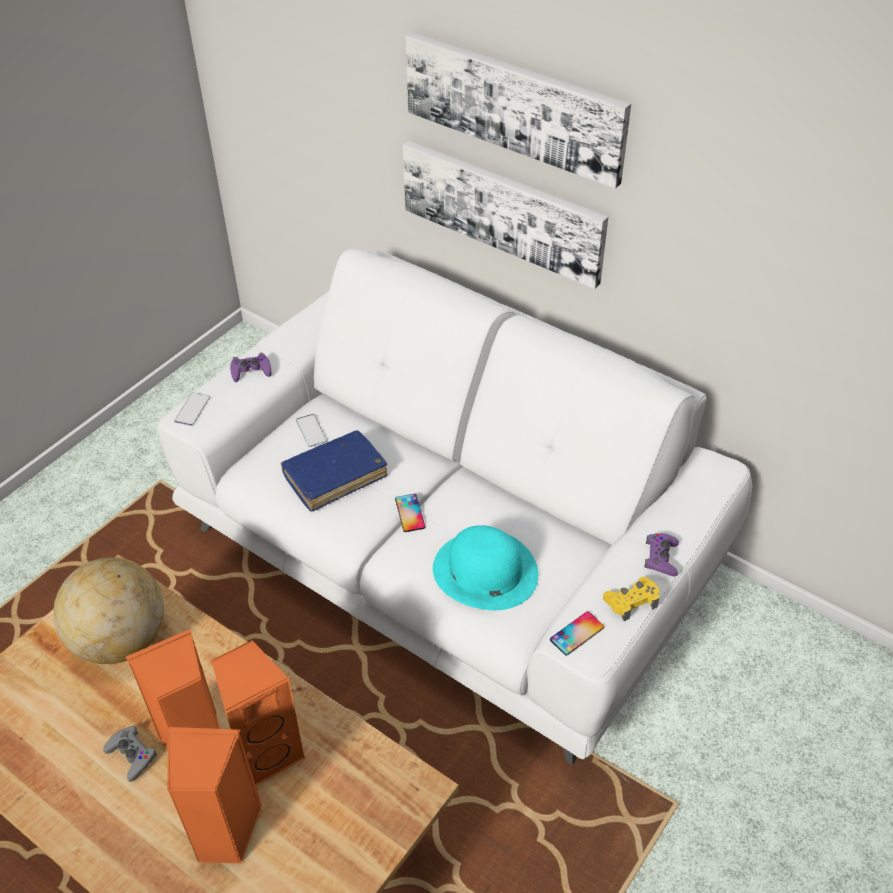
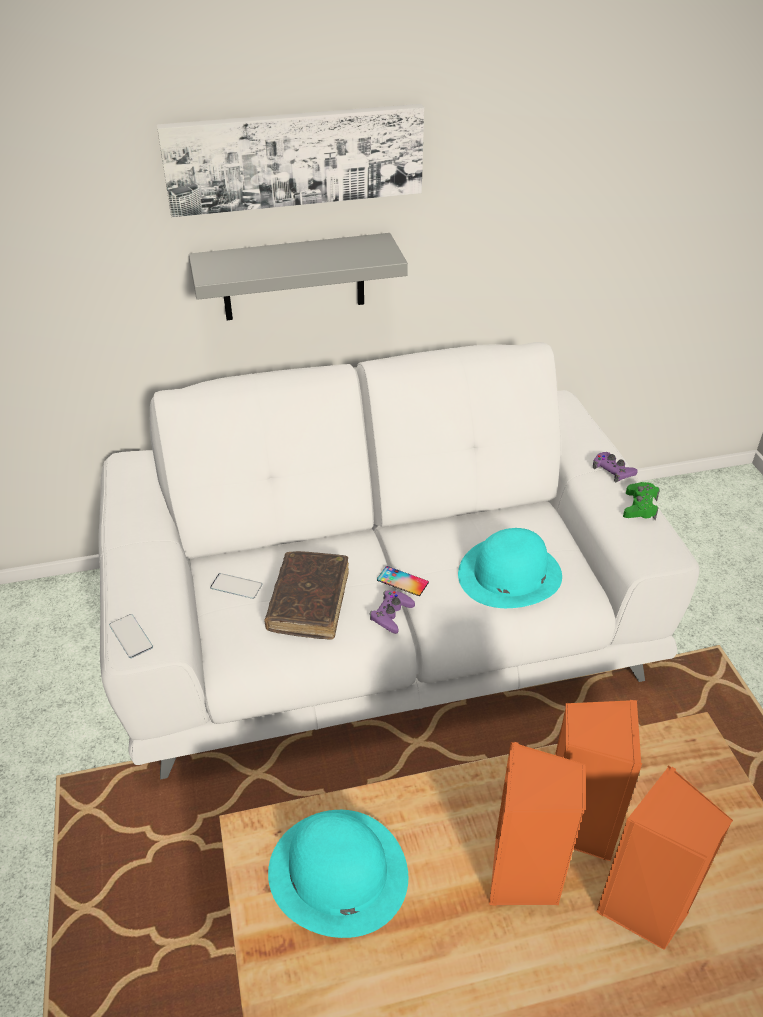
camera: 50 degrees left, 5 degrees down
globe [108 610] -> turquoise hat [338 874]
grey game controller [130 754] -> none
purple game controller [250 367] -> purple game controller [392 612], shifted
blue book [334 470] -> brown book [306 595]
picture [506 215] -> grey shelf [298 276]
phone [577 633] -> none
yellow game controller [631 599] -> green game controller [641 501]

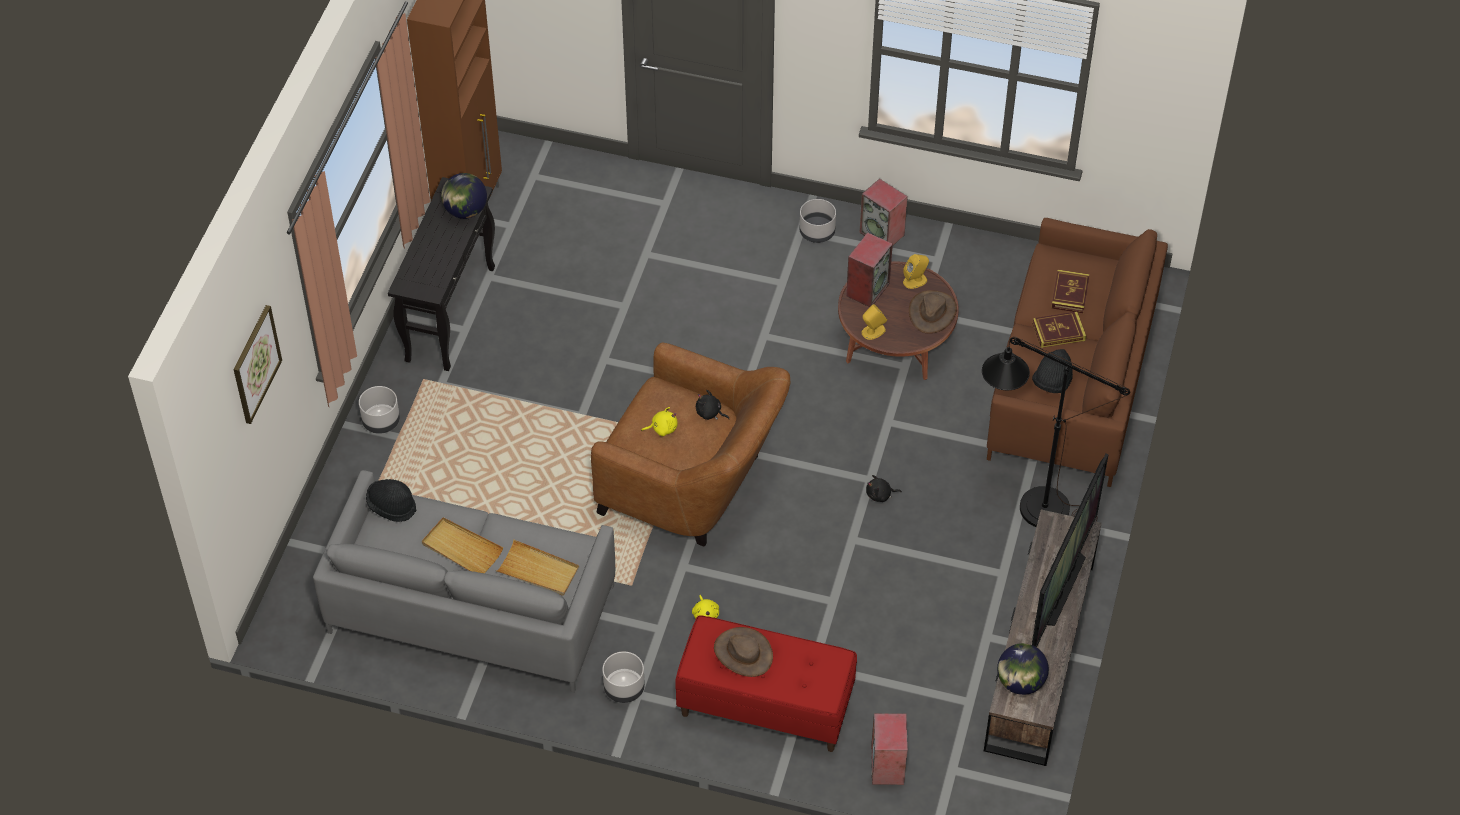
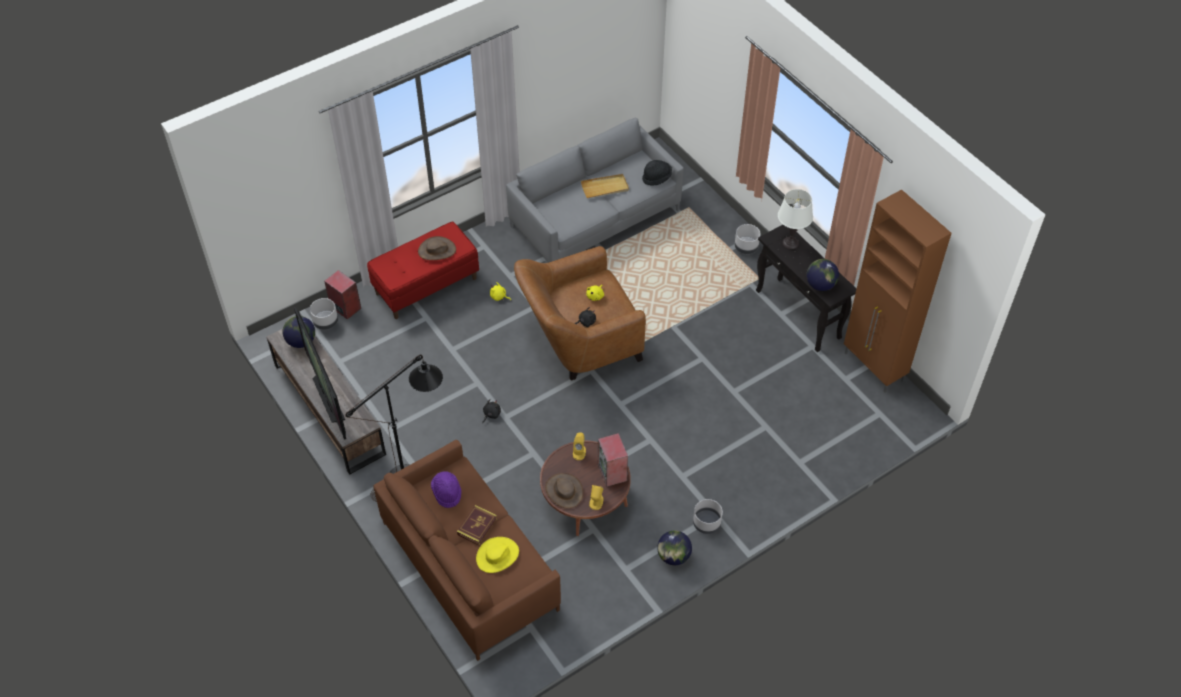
camera: 130 degrees right, 0 degrees up
picture [257 364] -> none
beige tray [537 567] -> none
grey planter [623 677] -> grey planter [324 314], shifted
speaker [883 212] -> globe [674 547]
black hat [1052 371] -> purple hat [446 489]
book [1070 291] -> yellow hat [497 555]
none -> white table lamp [795 219]

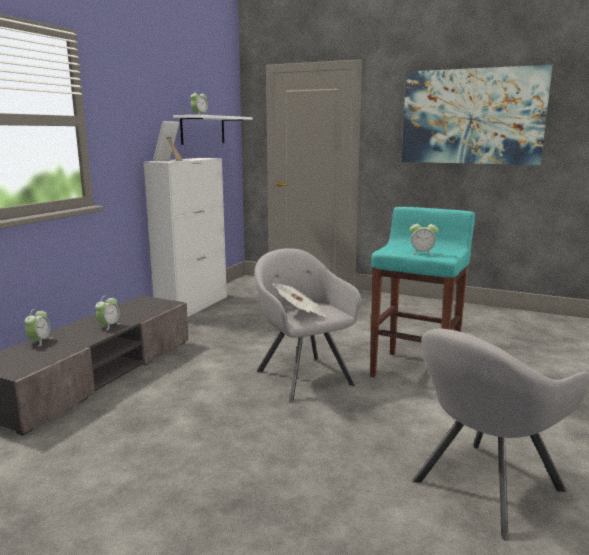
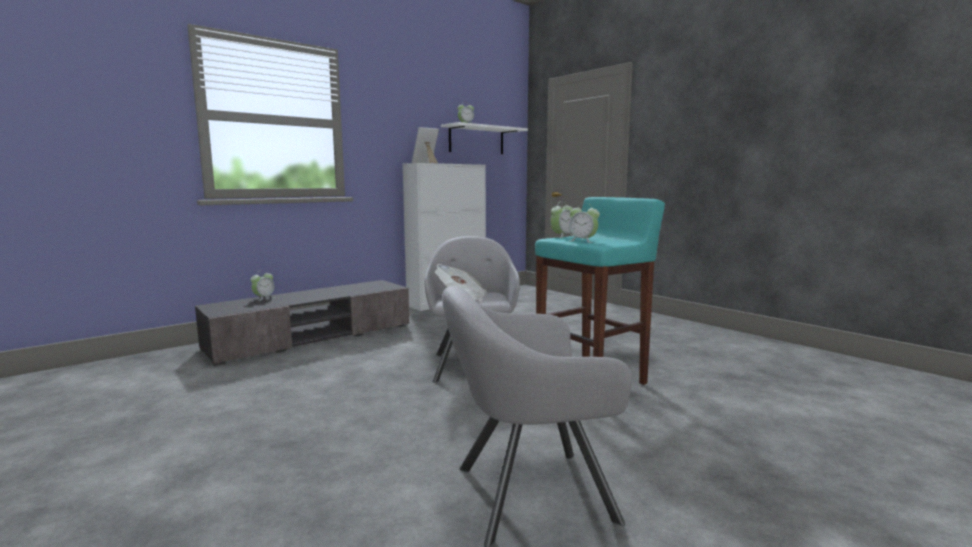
camera: 25 degrees right, 5 degrees down
alarm clock [108 312] -> alarm clock [561 219], shifted
picture [477 115] -> none

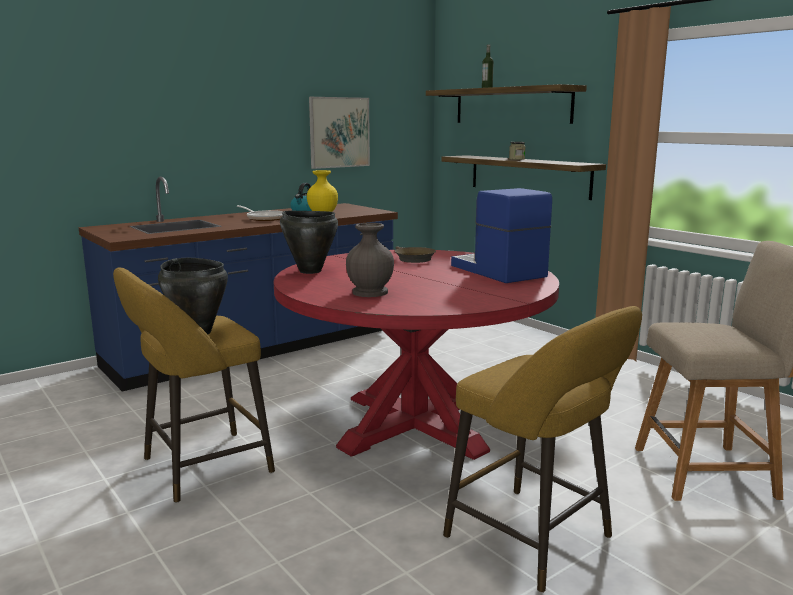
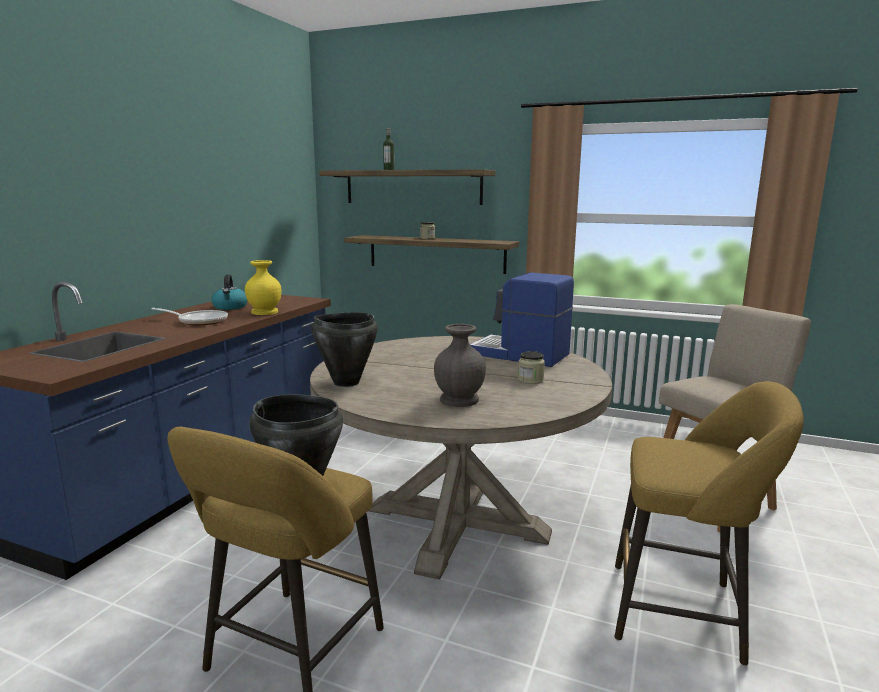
camera: 30 degrees left, 0 degrees up
red dining table [416 355] -> beige dining table [461 457]
picture [339 133] -> none
brown frying pan [415 254] -> none
none -> jar [531 367]

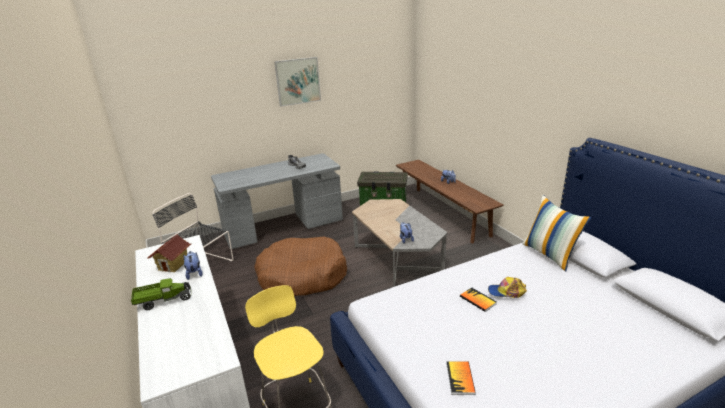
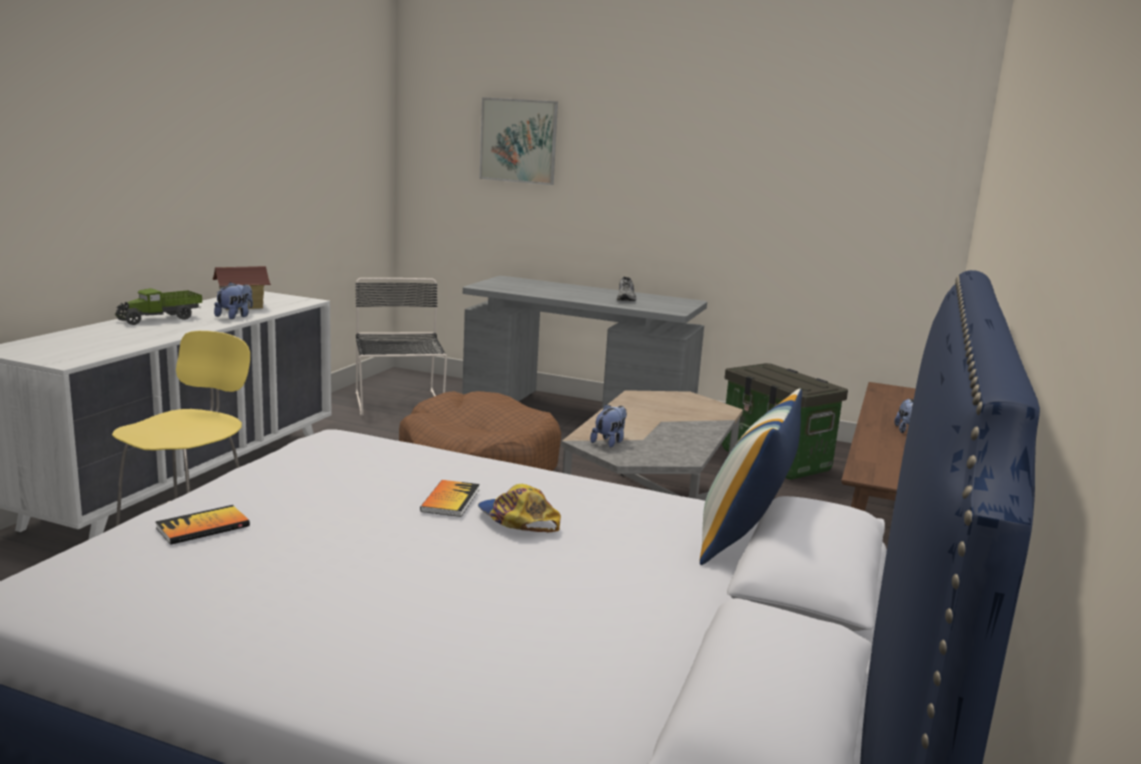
camera: 45 degrees right, 10 degrees down
toy truck [161 294] -> toy truck [158 306], 105 degrees clockwise
picture [297 82] -> picture [518 141], shifted

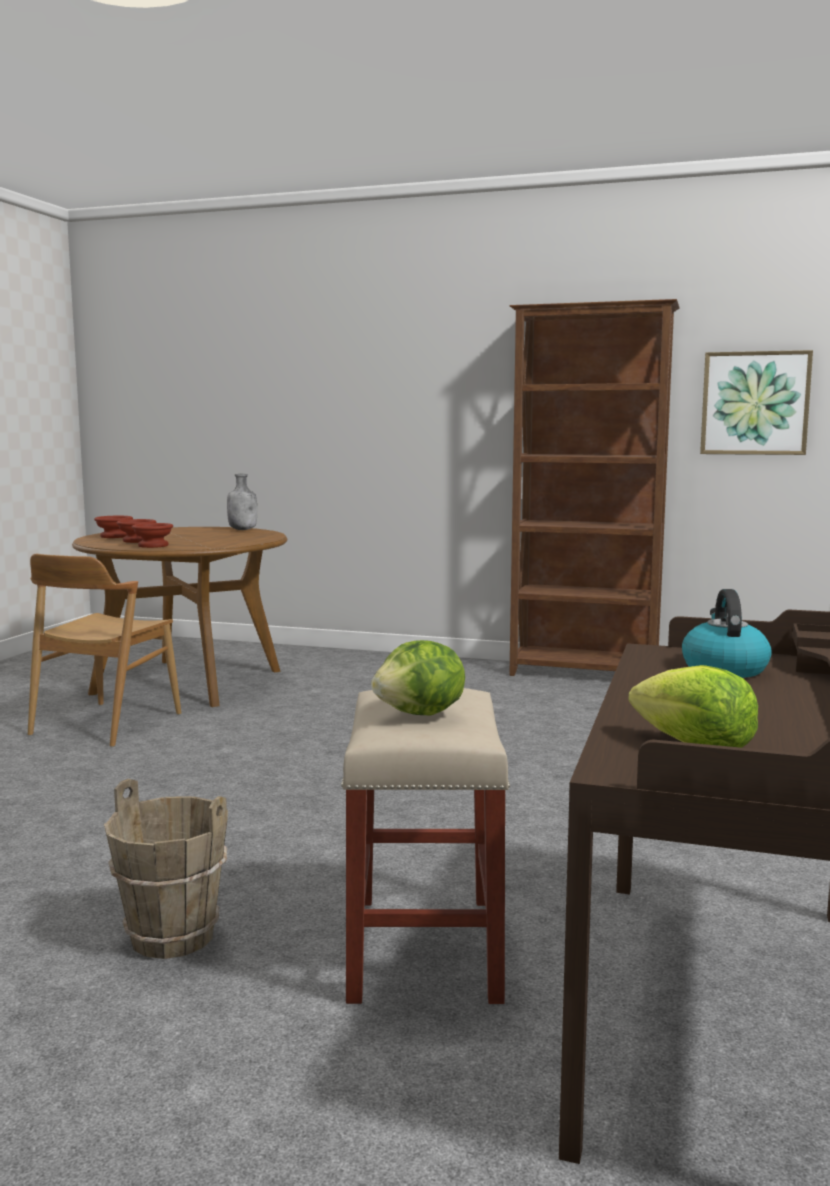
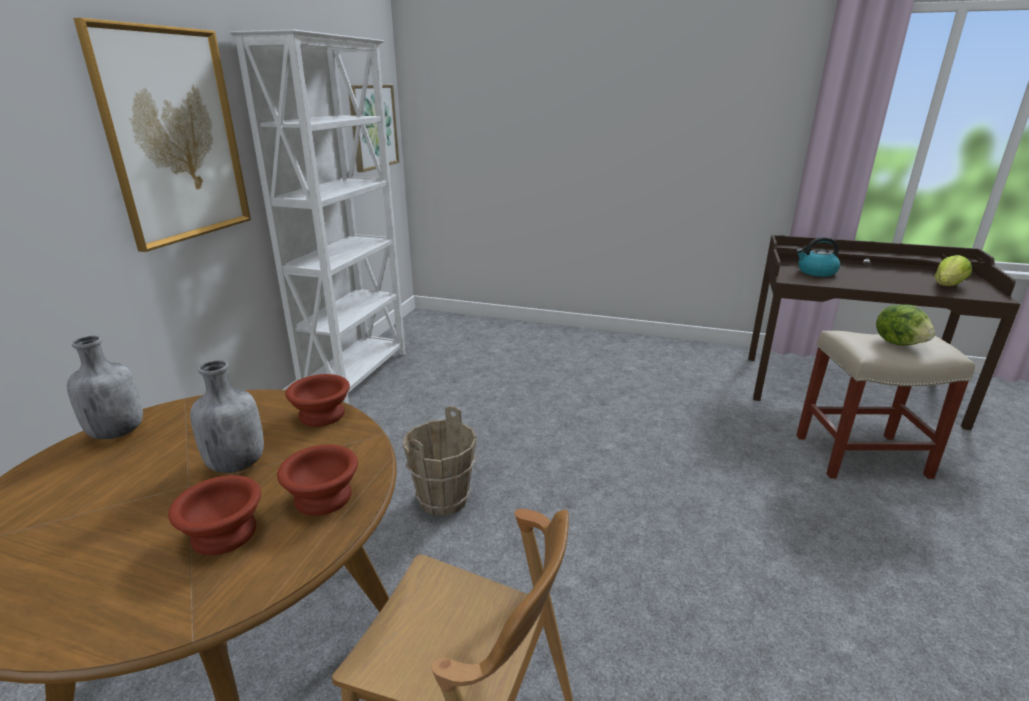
camera: 90 degrees left, 15 degrees up
brown bowl [113 527] -> brown bowl [317 400], shifted
brown bucket [166 869] -> brown bucket [440 461], shifted
brown bookcase [594 487] -> white bookcase [318 216]
none -> picture [162 135]
none -> grey bottle [227 416]

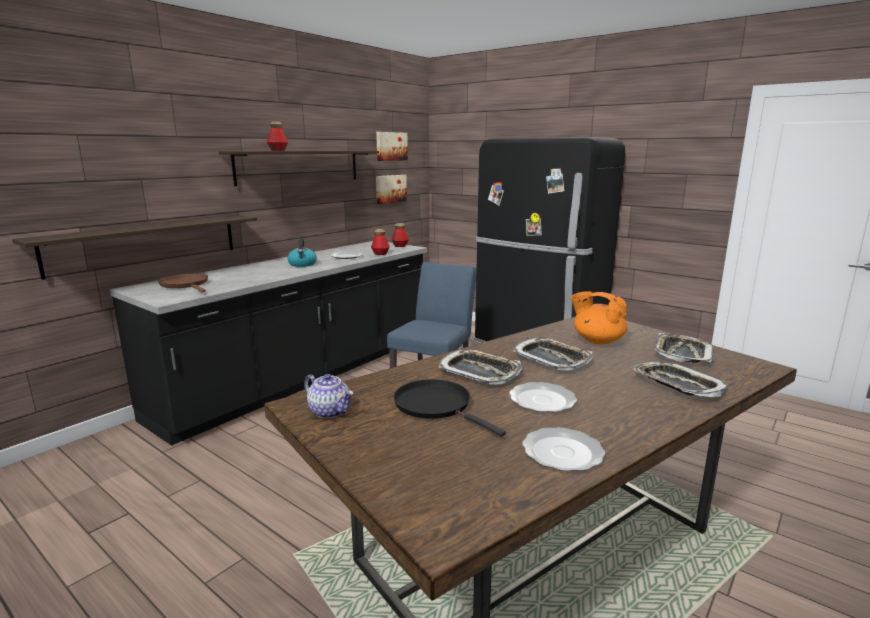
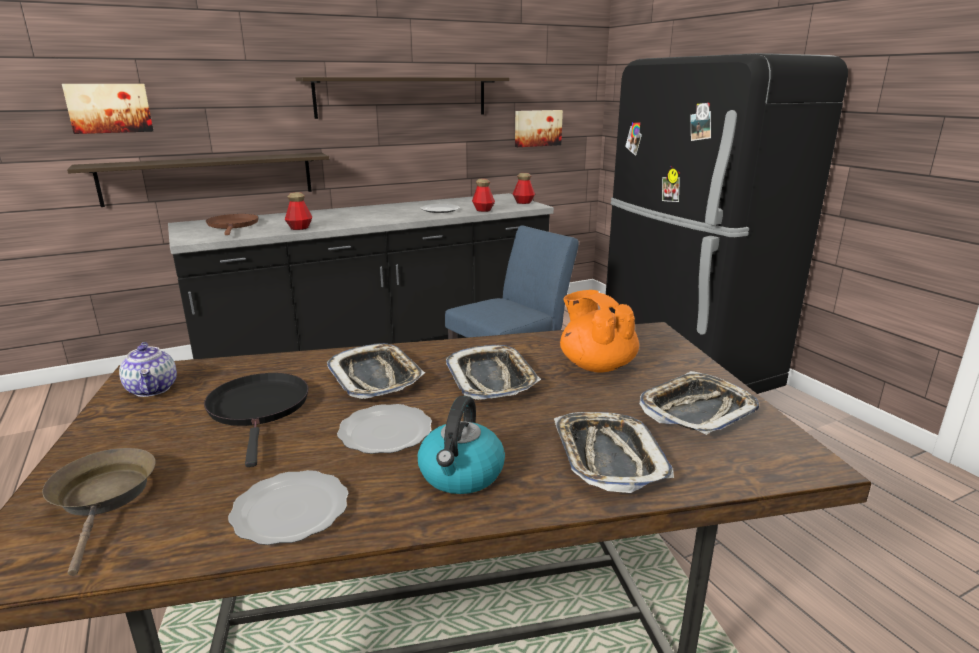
camera: 25 degrees right, 5 degrees up
bottle [277 136] -> bottle [298 211], shifted
kettle [302 252] -> kettle [461 445], shifted
picture [392 146] -> picture [108 109], shifted
none -> brown frying pan [99 512]

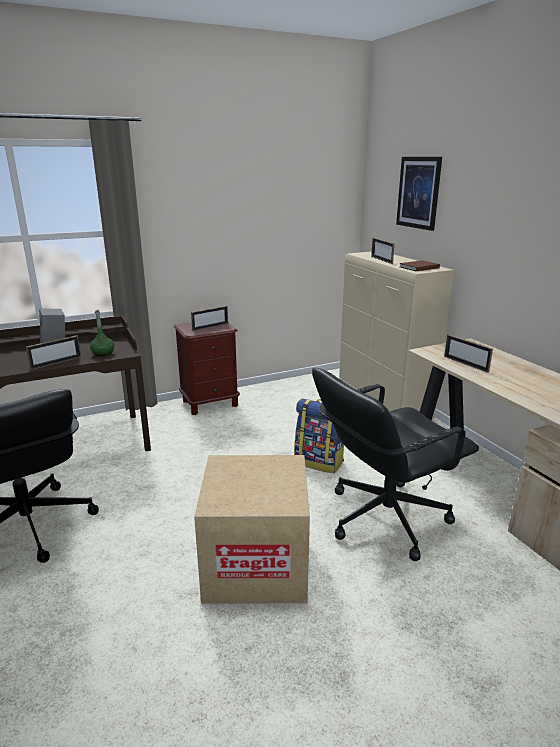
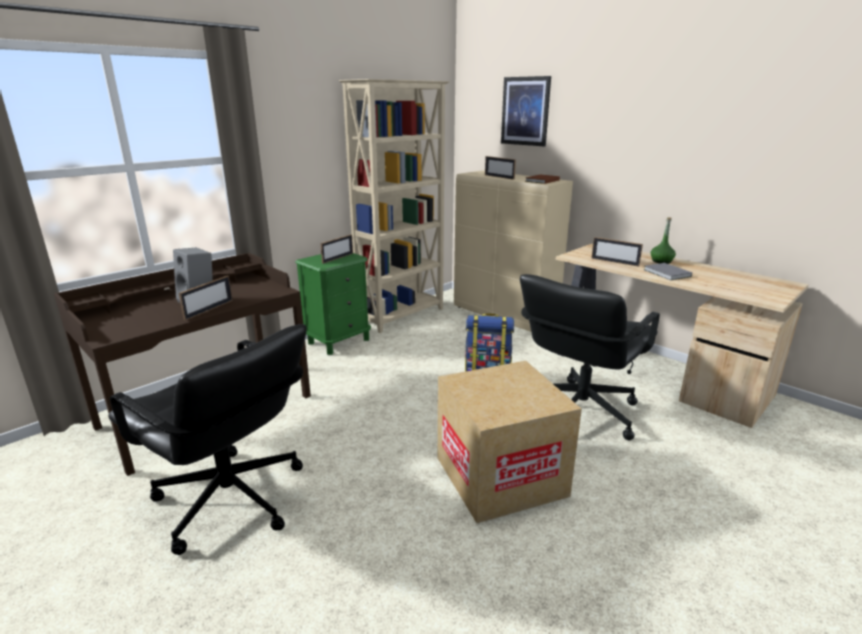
camera: 20 degrees left, 0 degrees up
green bottle [102 333] -> green bottle [663 240], shifted
brown nightstand [207 369] -> green nightstand [333 304]
none -> beige bookcase [394 206]
none -> grey book [668 271]

